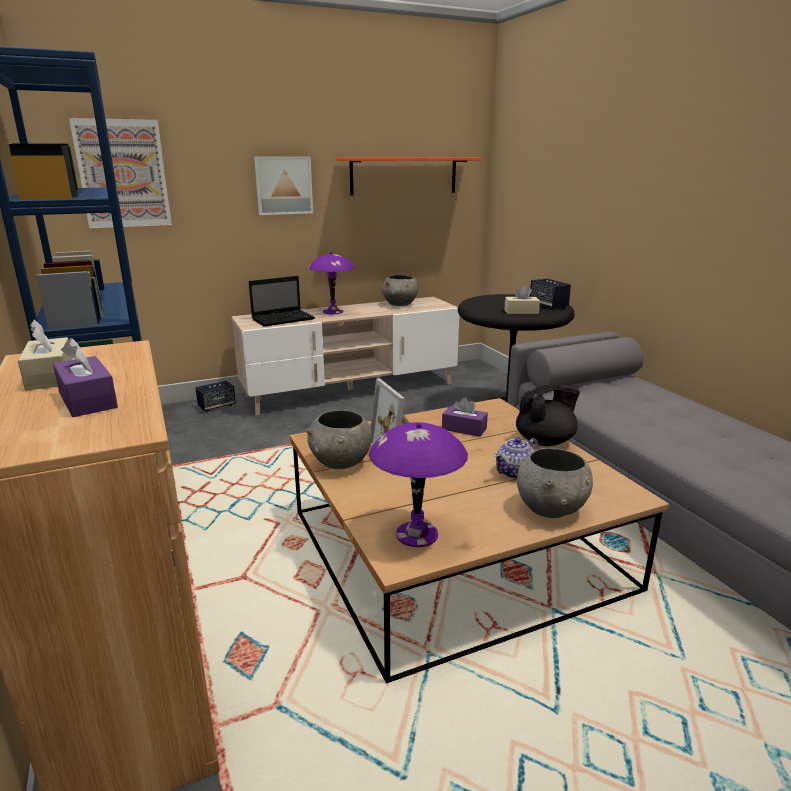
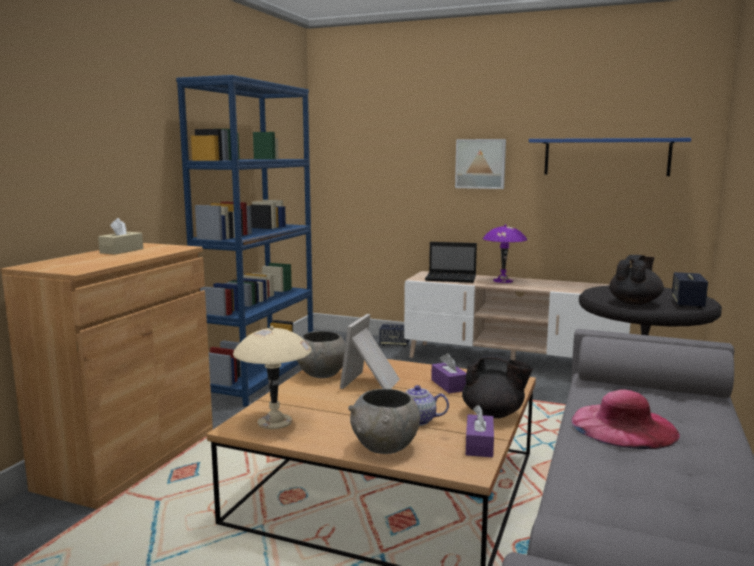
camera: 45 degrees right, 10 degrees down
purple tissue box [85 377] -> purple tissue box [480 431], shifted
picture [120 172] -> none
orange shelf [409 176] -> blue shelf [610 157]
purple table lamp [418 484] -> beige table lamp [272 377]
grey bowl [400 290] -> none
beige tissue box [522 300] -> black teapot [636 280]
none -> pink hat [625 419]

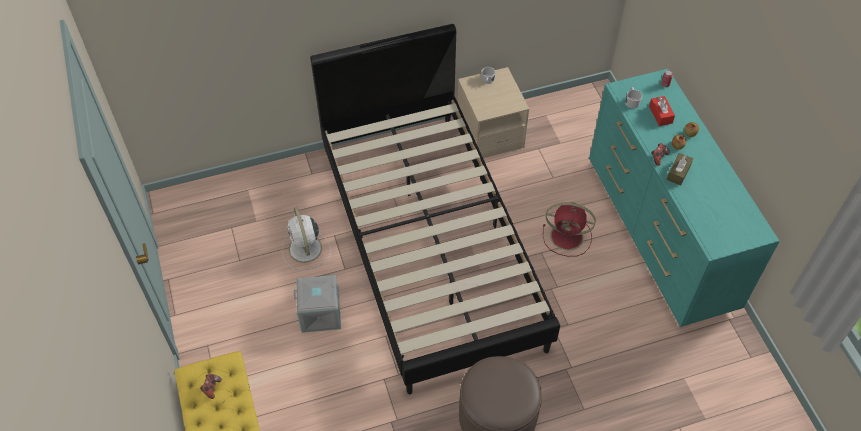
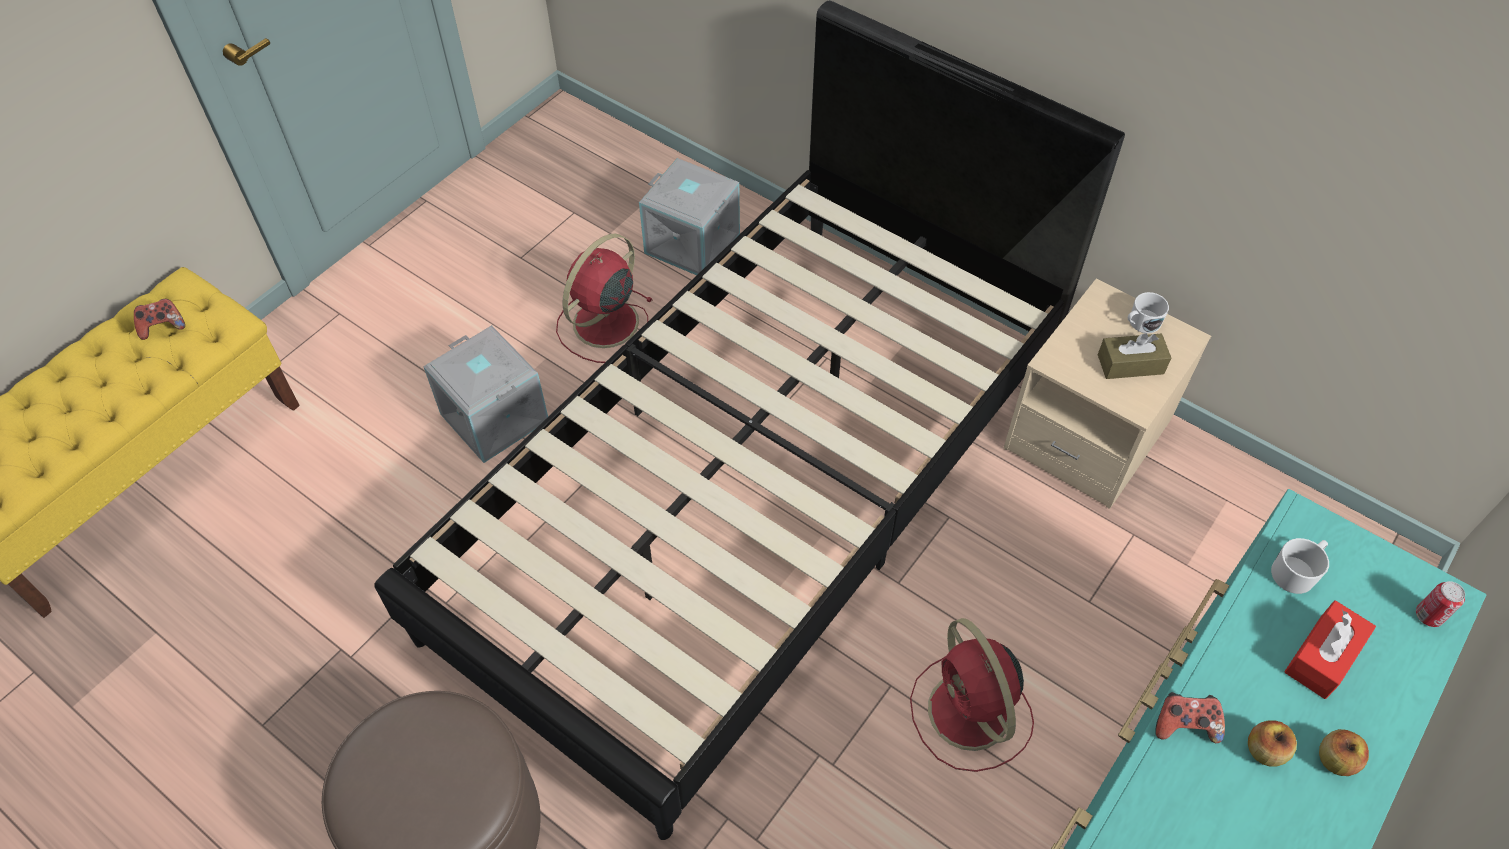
camera: 55 degrees right, 0 degrees up
white fan [306 238] -> red fan [604 298]
brown tissue box [679 169] -> brown tissue box [1134 356], shifted
none -> grey storage box [689 216]

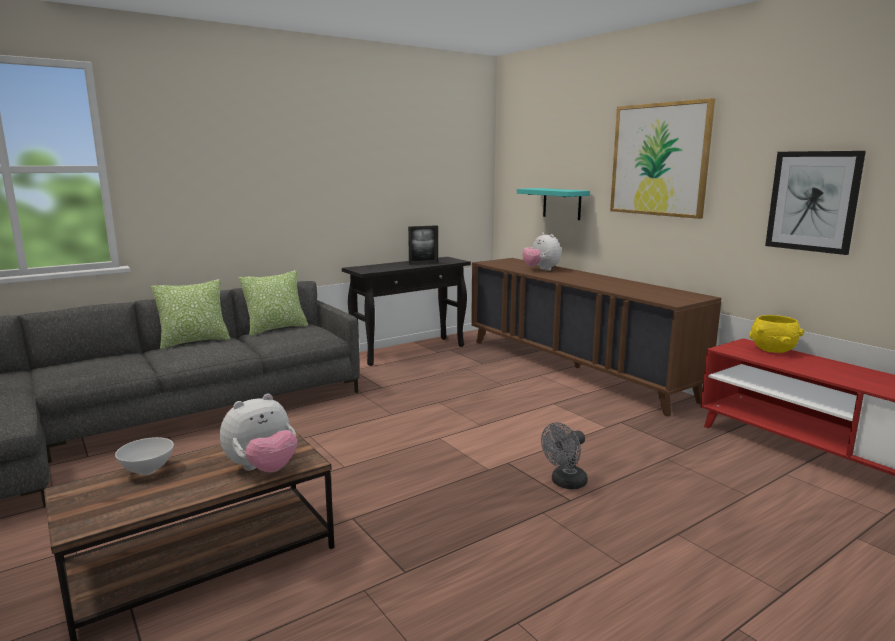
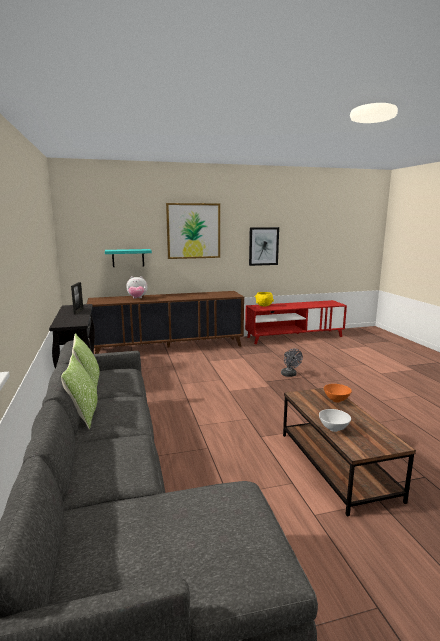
camera: 70 degrees left, 0 degrees up
plush toy [258 433] -> orange bowl [338 393]

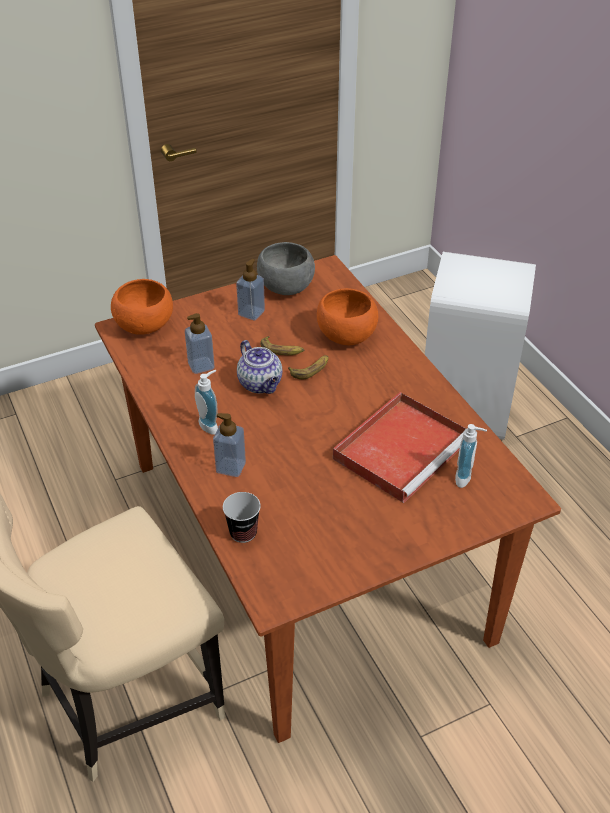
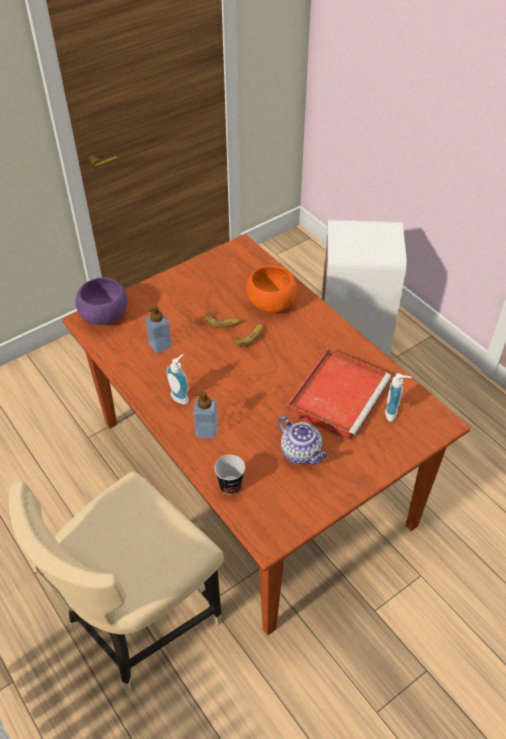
camera: 10 degrees left, 5 degrees up
orange bowl [142 307] -> purple bowl [102 301]
soap dispenser [250 289] -> none
teapot [259 367] -> teapot [302 440], shifted
grey bowl [286 268] -> none

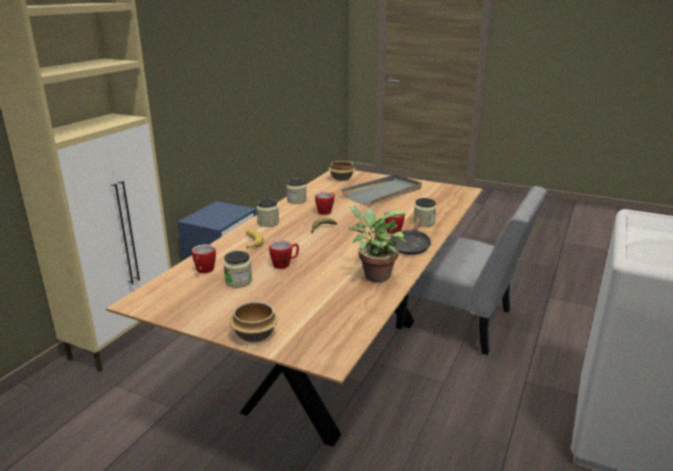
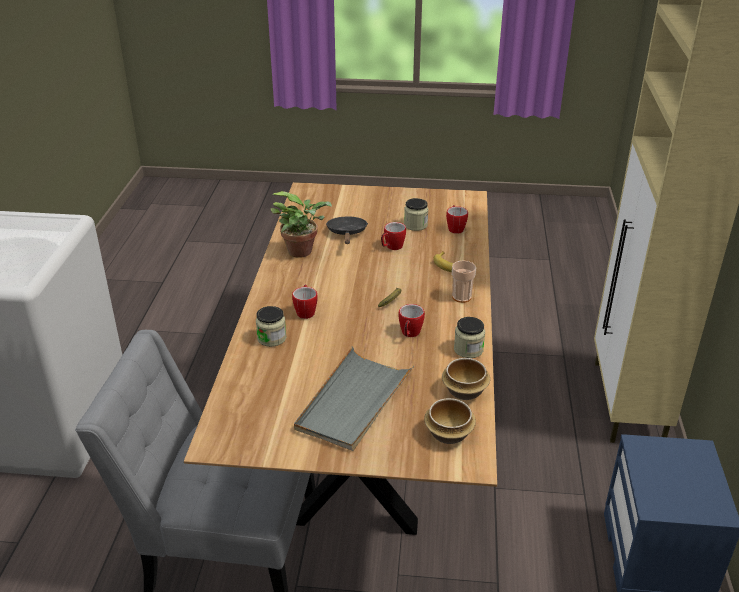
camera: 160 degrees right, 10 degrees up
bowl [253 322] -> bowl [466 379], shifted
jar [267 212] -> cup [464 282]
black frying pan [410 235] -> black frying pan [347 230], shifted

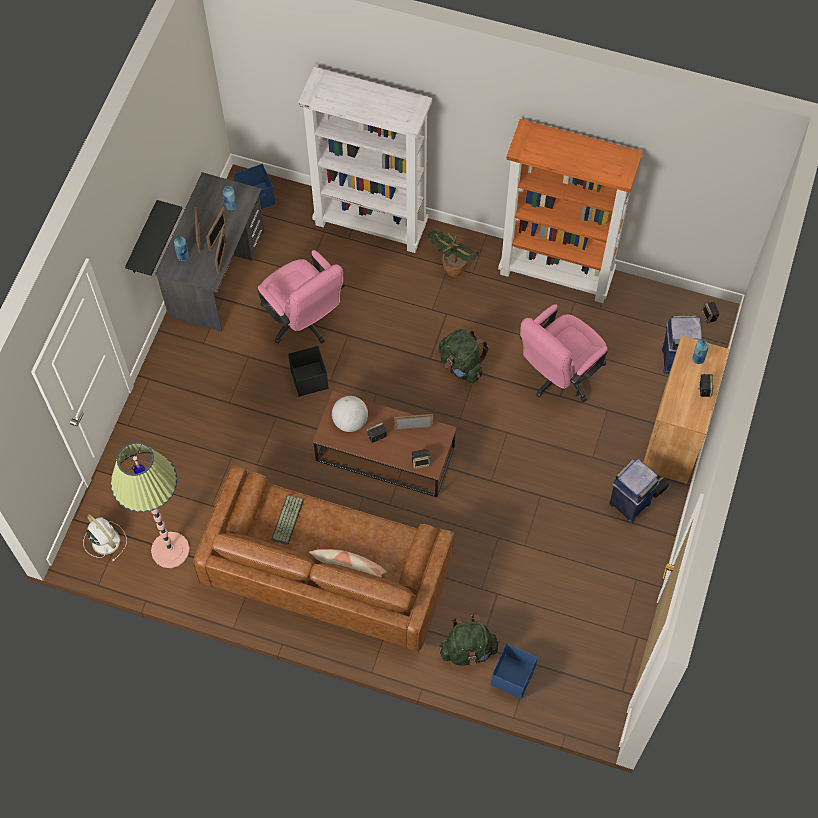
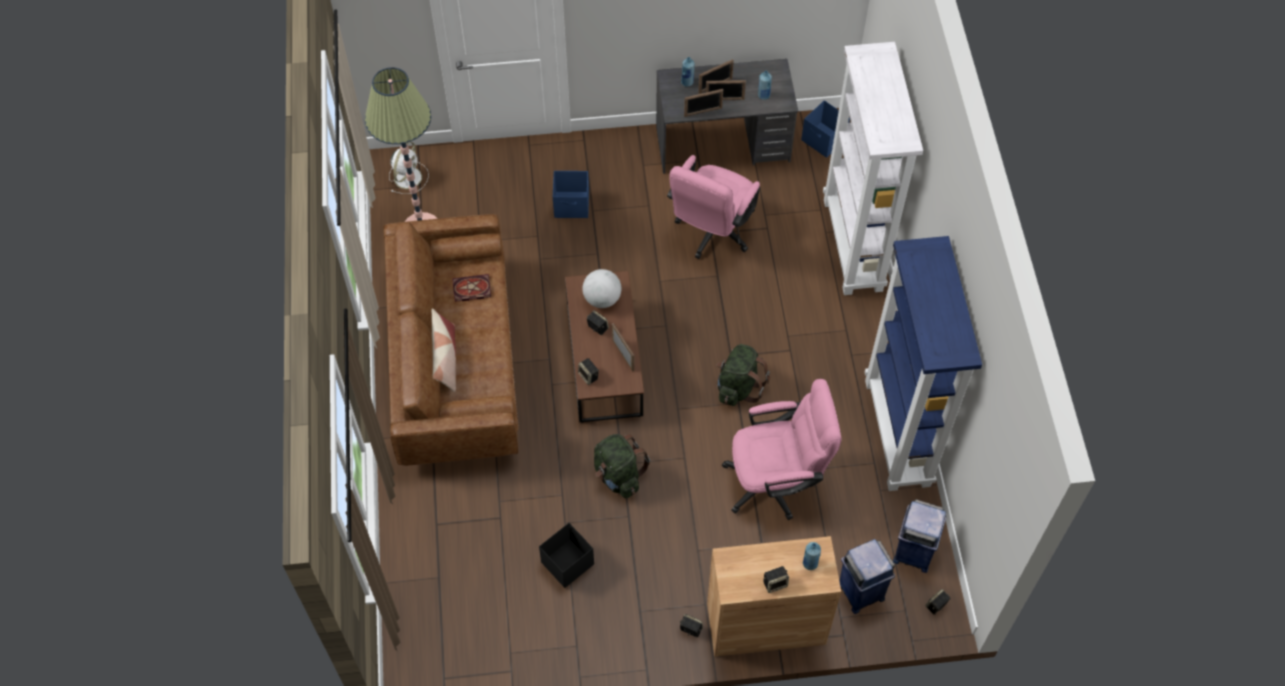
camera: 65 degrees right, 5 degrees down
black shelf [153 238] -> none
keyboard [287 520] -> book [471 288]
black storage box [308 371] -> black storage box [566 555], shifted
potted plant [453 254] -> none
green backpack [470 639] -> green backpack [622 466], shifted
blue storage box [514 671] -> blue storage box [571 194], shifted
orange bookcase [570 211] -> blue bookcase [923 363]
pink office chair [563 353] -> pink office chair [781 449], 150 degrees clockwise
blue trash can [634 491] -> blue trash can [919 536], shifted

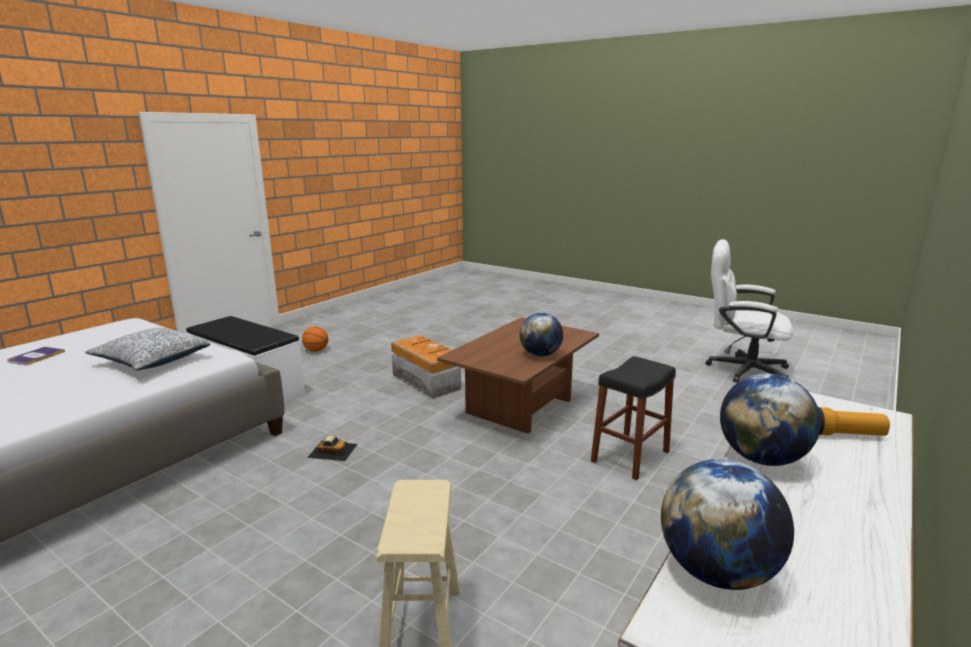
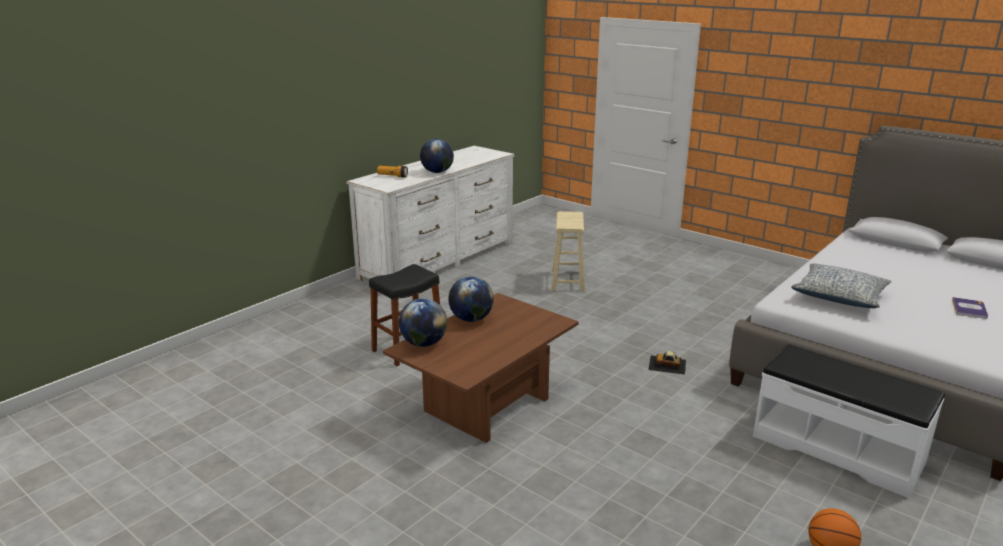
camera: 175 degrees left, 5 degrees up
storage box [426 367] -> none
globe [727 524] -> globe [423 322], shifted
white office chair [749 311] -> none

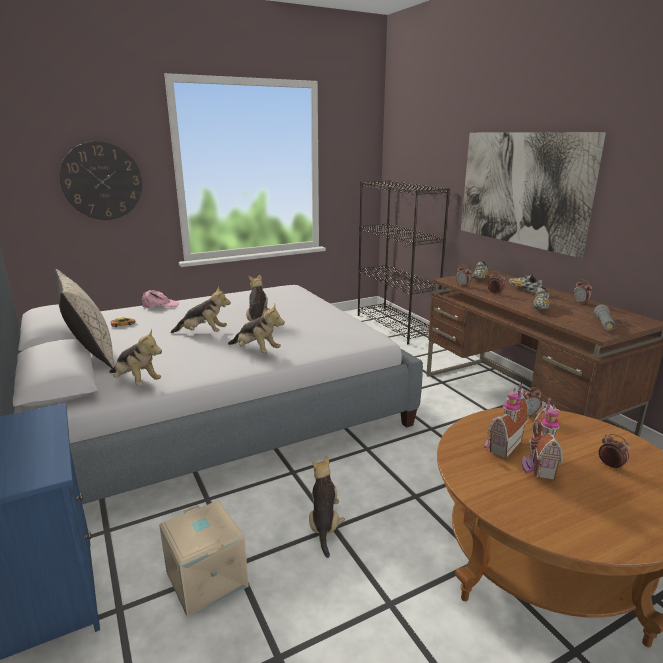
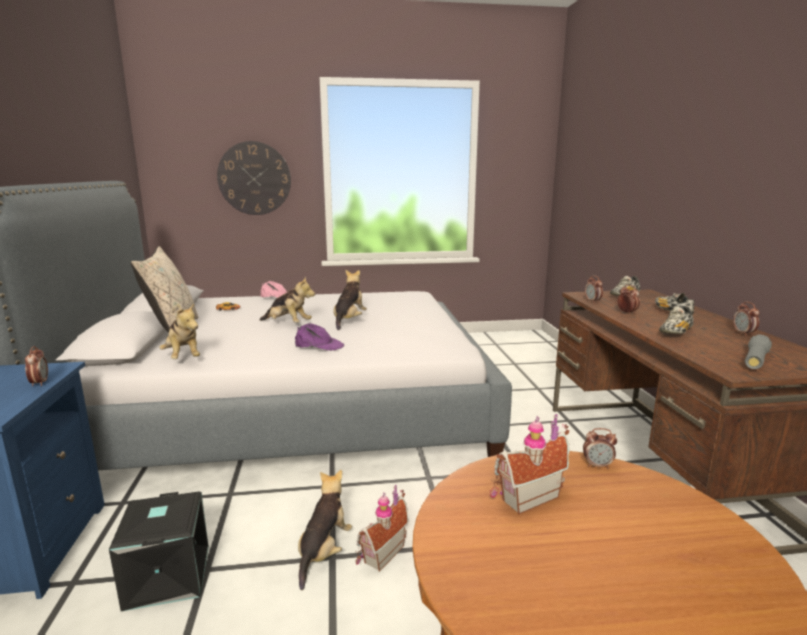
camera: 20 degrees right, 5 degrees down
beige storage box [204 558] -> black storage box [159 552]
plush toy [256 328] -> purple cap [319 337]
black bookcase [404 262] -> none
picture [533 195] -> none
toy house [542 438] -> toy house [382 528], shifted
alarm clock [614 451] -> alarm clock [36 366], shifted

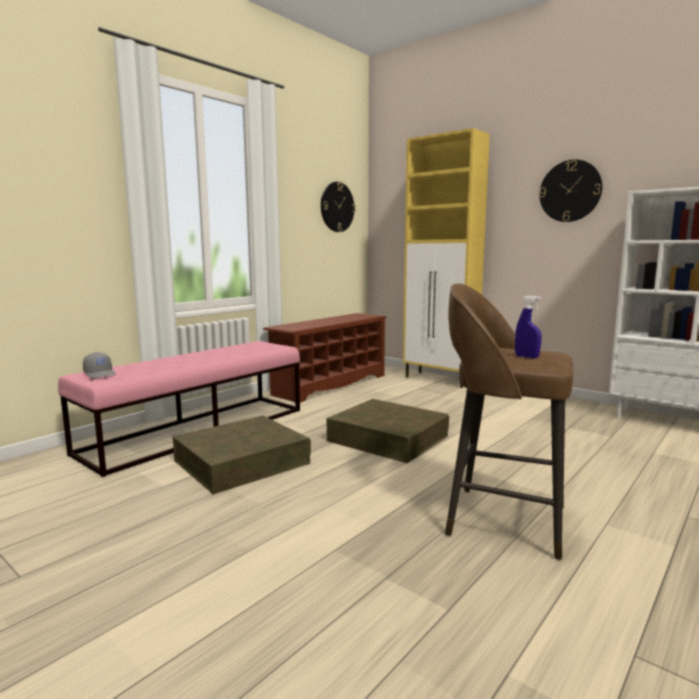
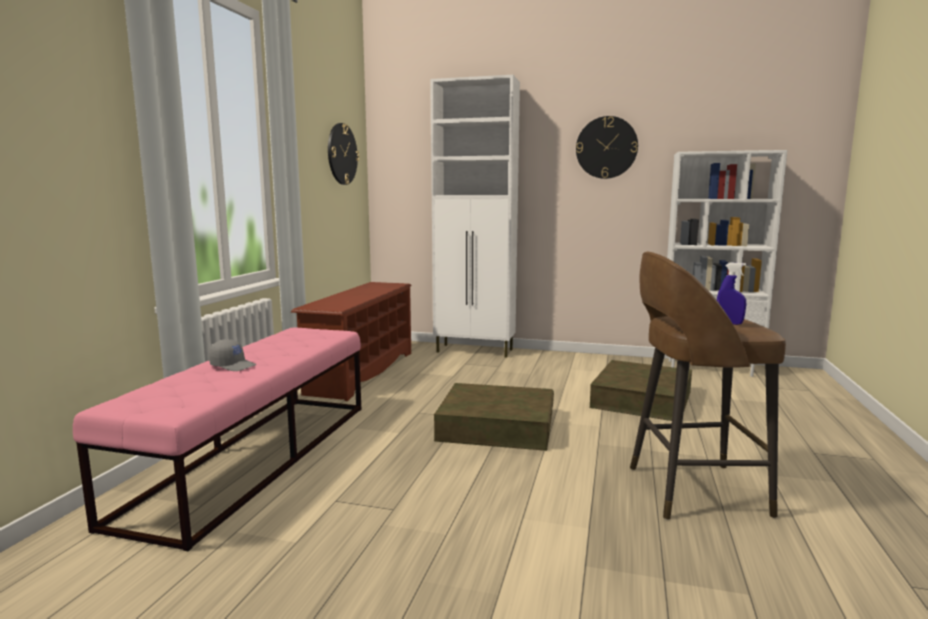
camera: 25 degrees left, 0 degrees up
grey cap [99 365] -> grey cap [232 355], shifted
brown storage box [241 454] -> brown storage box [641 390], shifted
yellow cabinet [446 258] -> white cabinet [475 216]

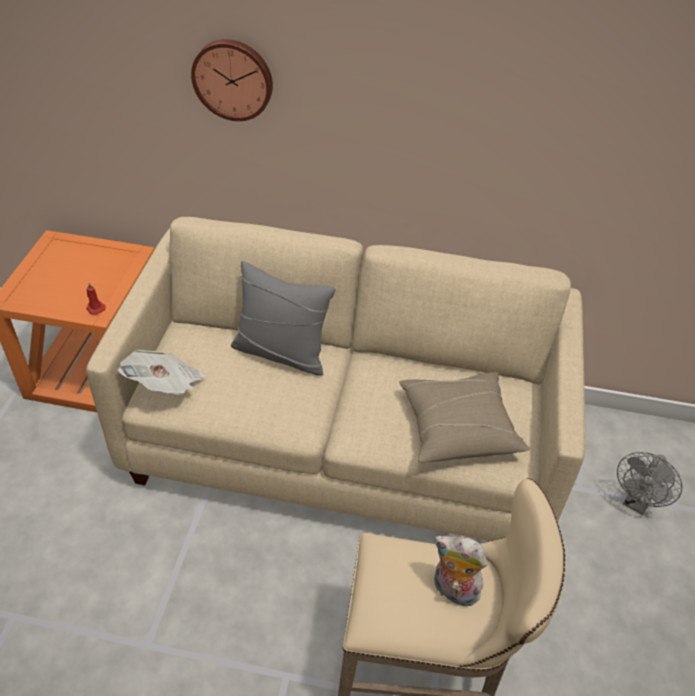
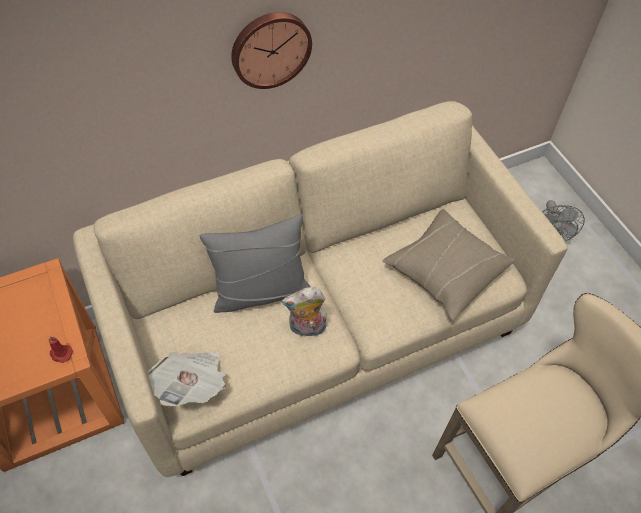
camera: 35 degrees left, 10 degrees up
wall clock [232 80] -> wall clock [271 50], shifted
plush toy [461 571] -> plush toy [304 312], shifted

